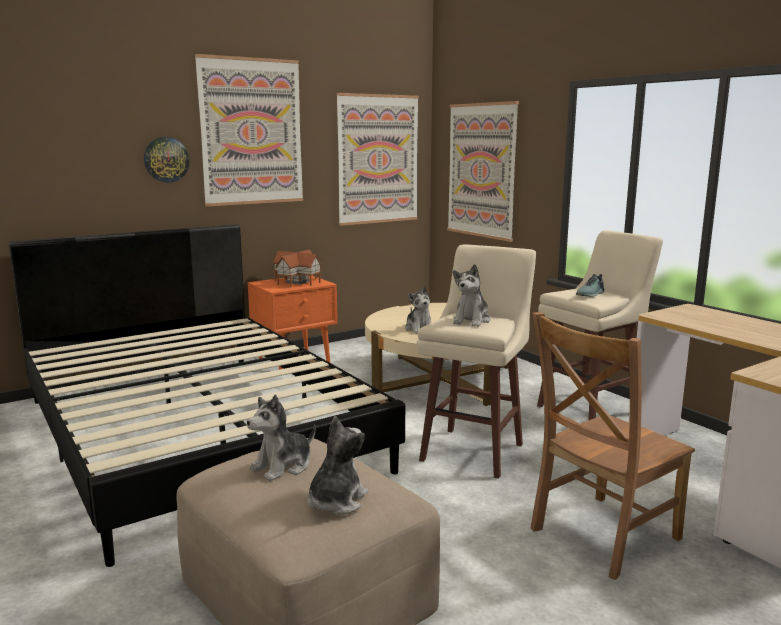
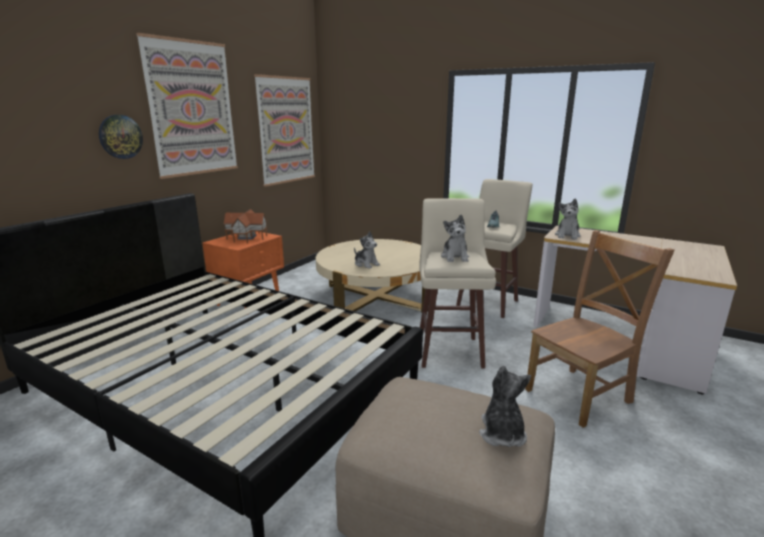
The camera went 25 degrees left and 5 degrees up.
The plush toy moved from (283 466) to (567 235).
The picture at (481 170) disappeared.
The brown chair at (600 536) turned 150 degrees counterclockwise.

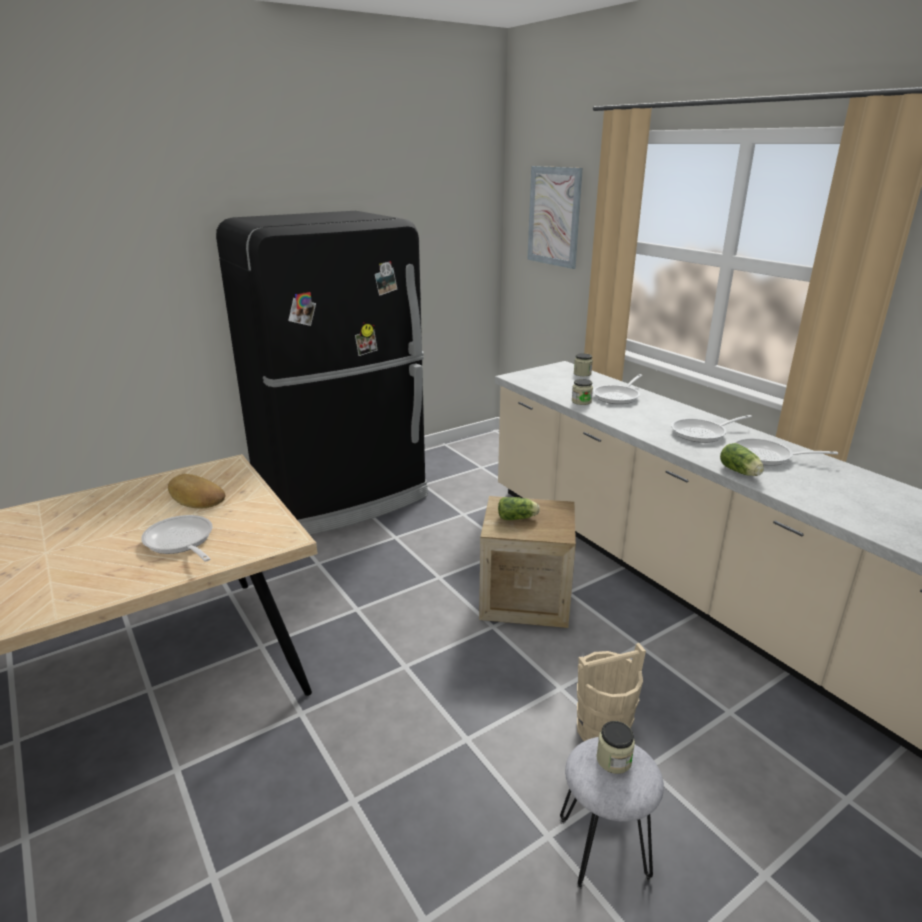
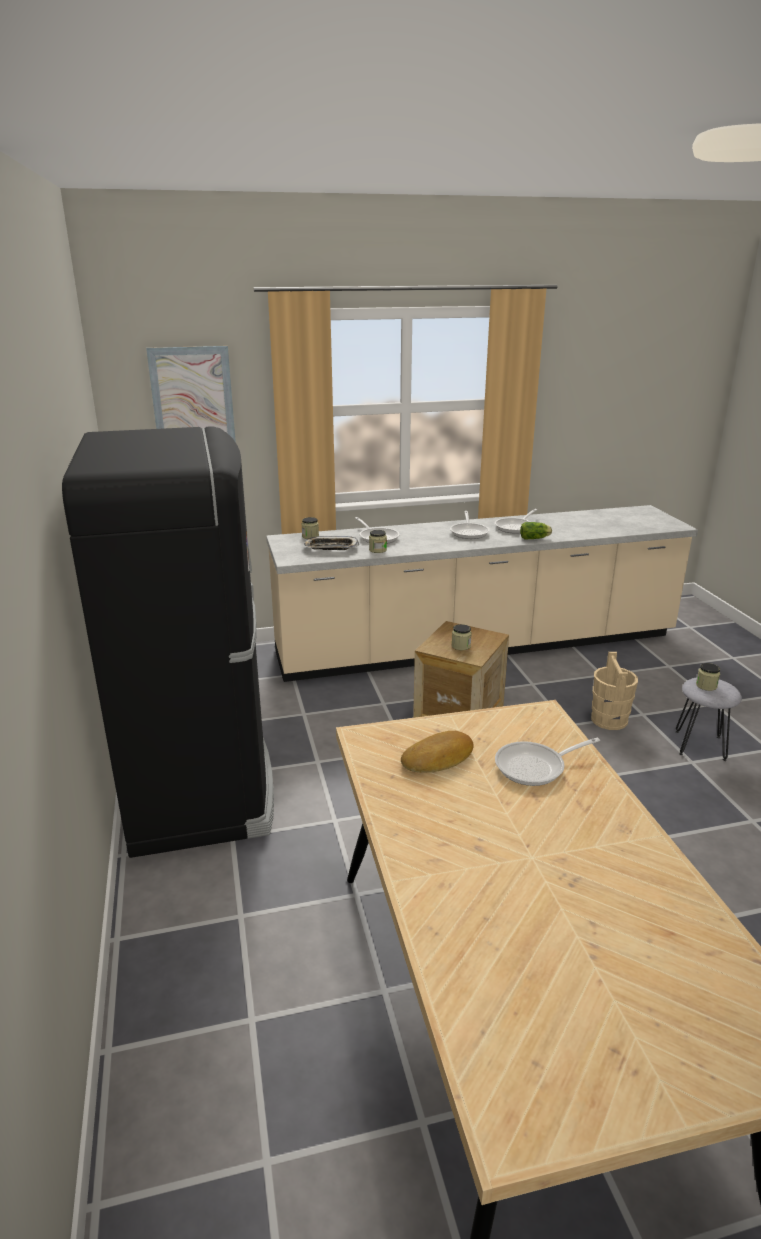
The camera went 70 degrees left and 0 degrees up.
The lettuce at (518 518) was replaced by the jar at (461 646).
The tray at (331 547) appeared.

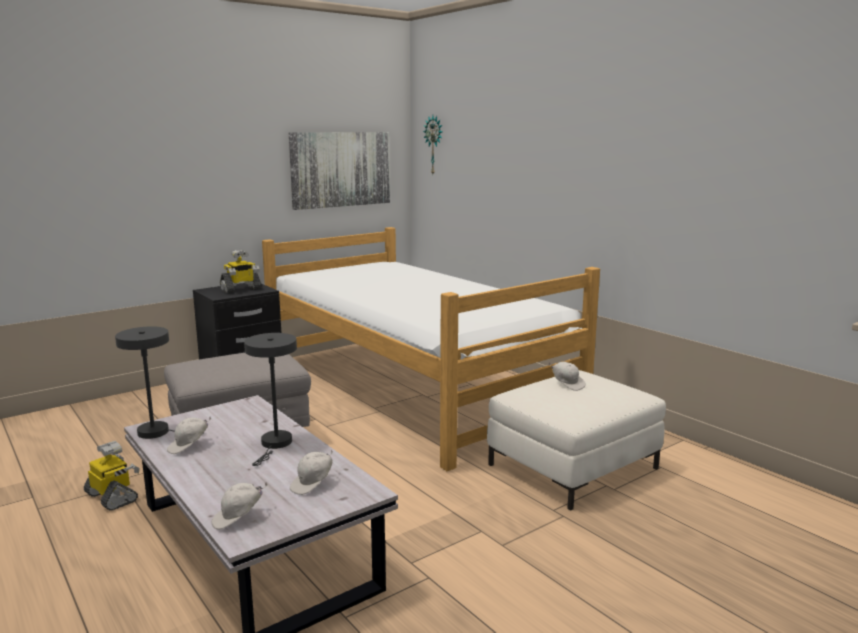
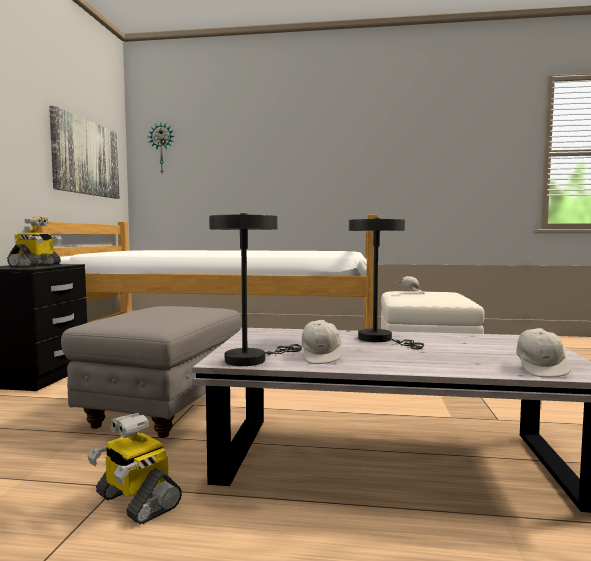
The camera went 45 degrees left and 10 degrees down.
The toy robot at (112 497) turned 135 degrees counterclockwise.
The white cap at (313 484) disappeared.

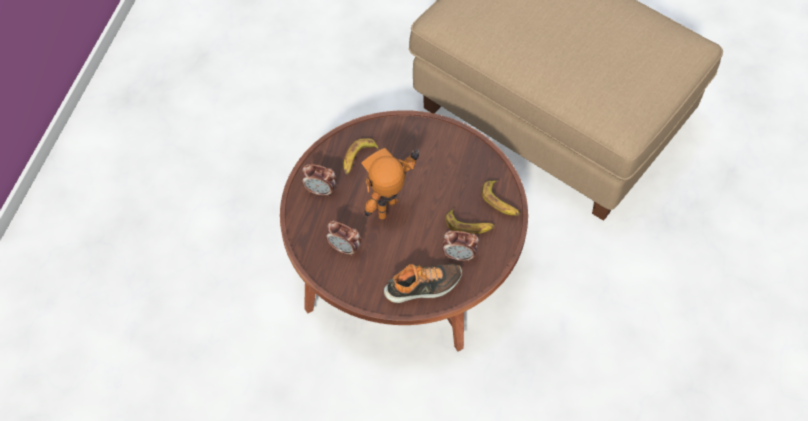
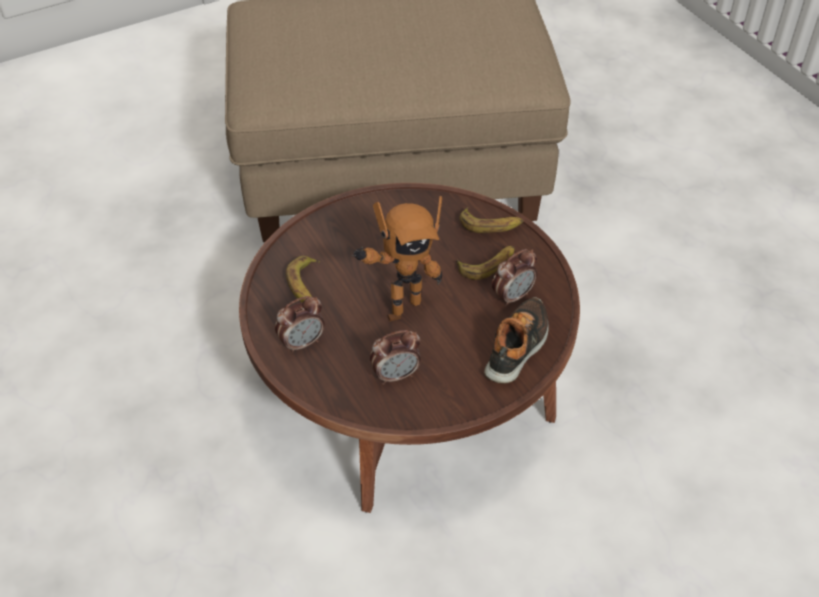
The camera went 45 degrees left and 10 degrees down.
The toy robot at (392 211) turned 120 degrees counterclockwise.

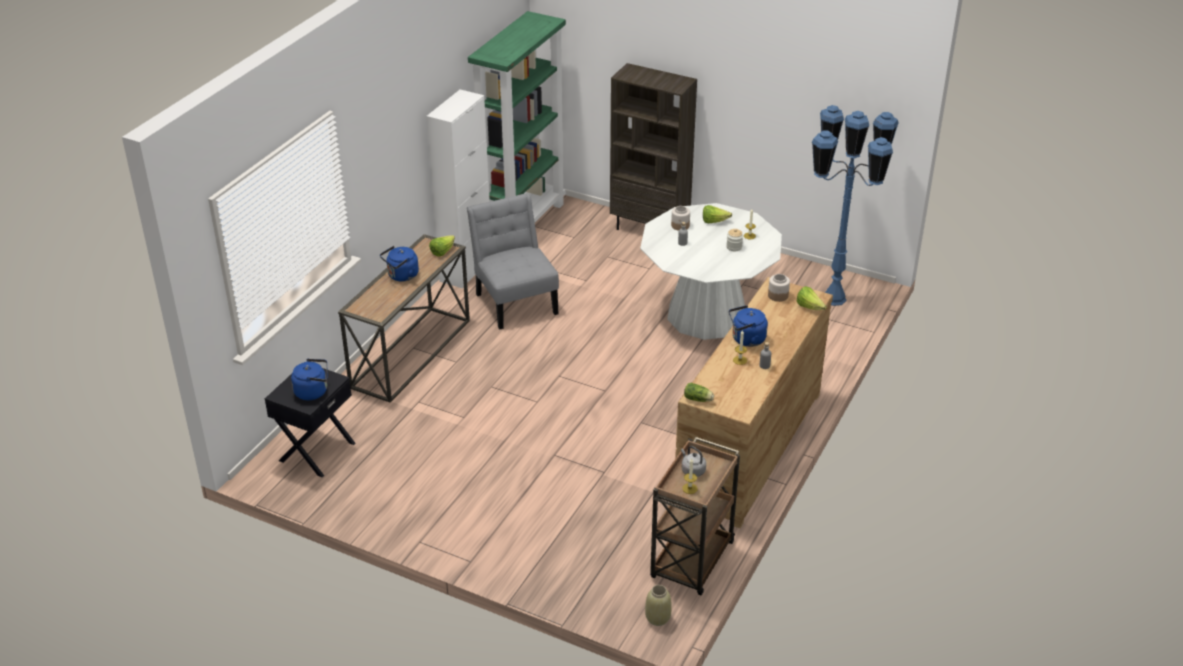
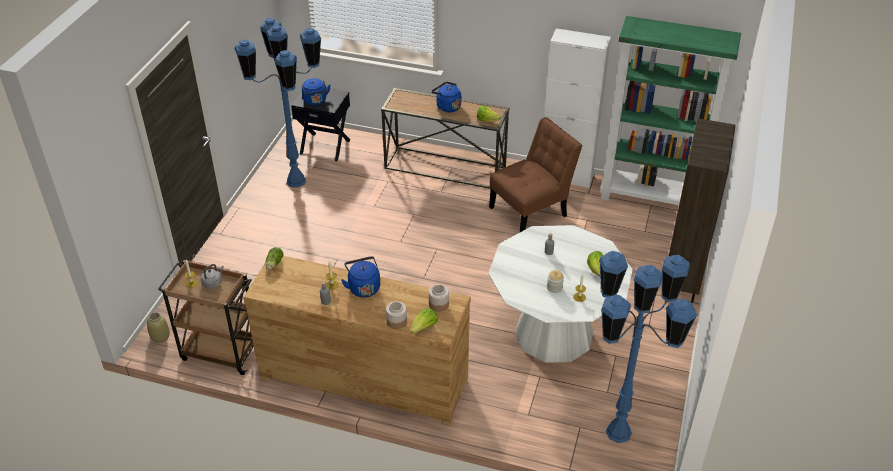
The camera went 80 degrees right and 5 degrees up.
The grey chair at (515 301) became the brown chair at (531 210).
The jar moved from (680 226) to (396 322).
The blue floor lamp at (296 181) appeared.

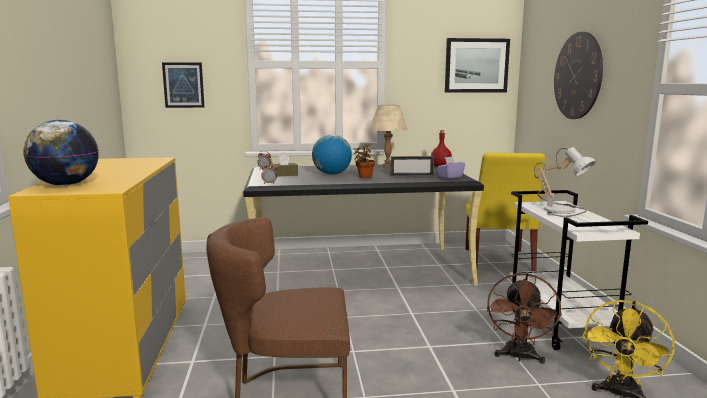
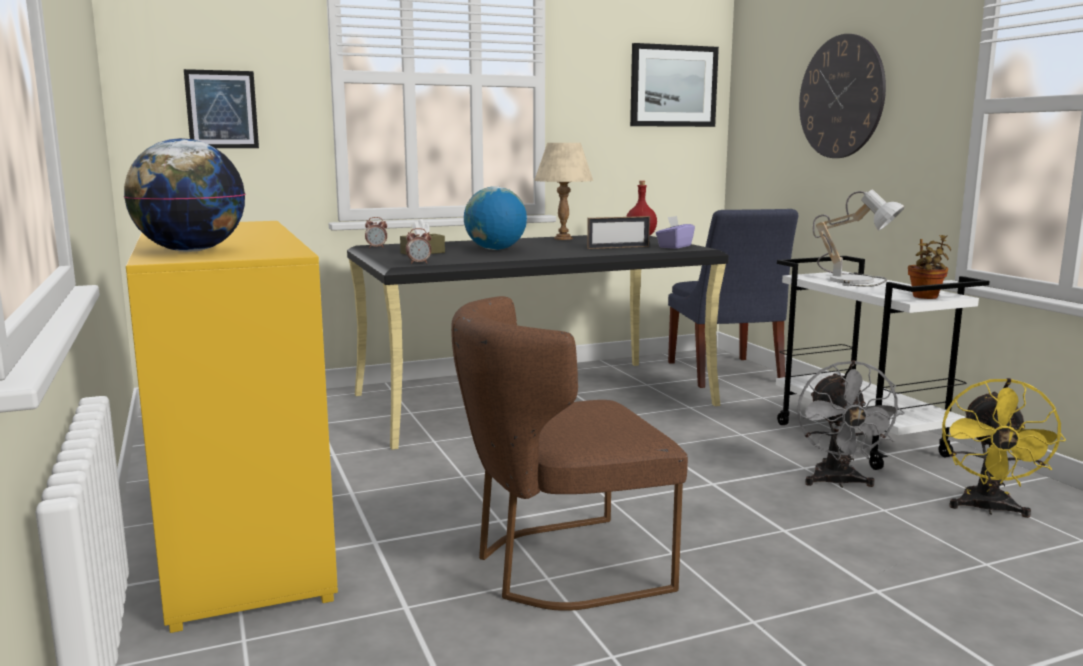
The camera went 15 degrees left and 0 degrees up.
The potted plant moved from (364 177) to (925 297).
The yellow chair at (498 261) became the blue chair at (725 374).
The brown fan at (519 357) became the grey fan at (838 483).

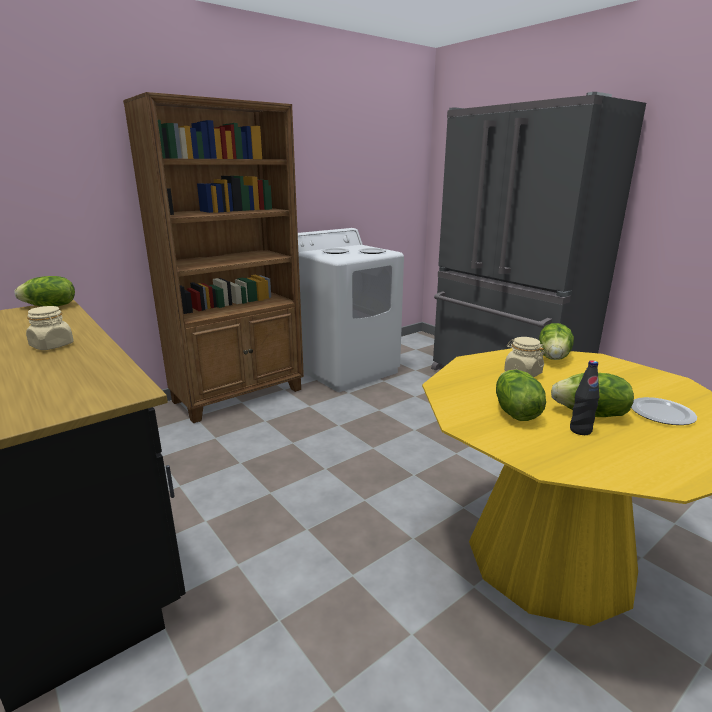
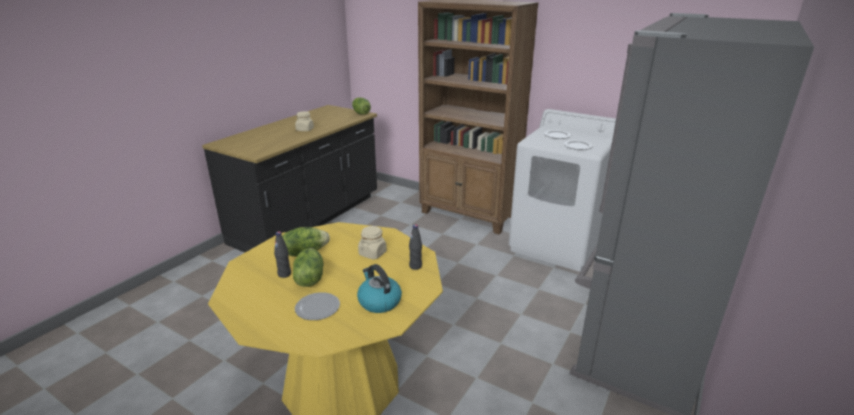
The camera went 70 degrees right and 5 degrees up.
The lettuce at (554 357) was replaced by the black bottle at (415 266).
The kettle at (379 301) appeared.

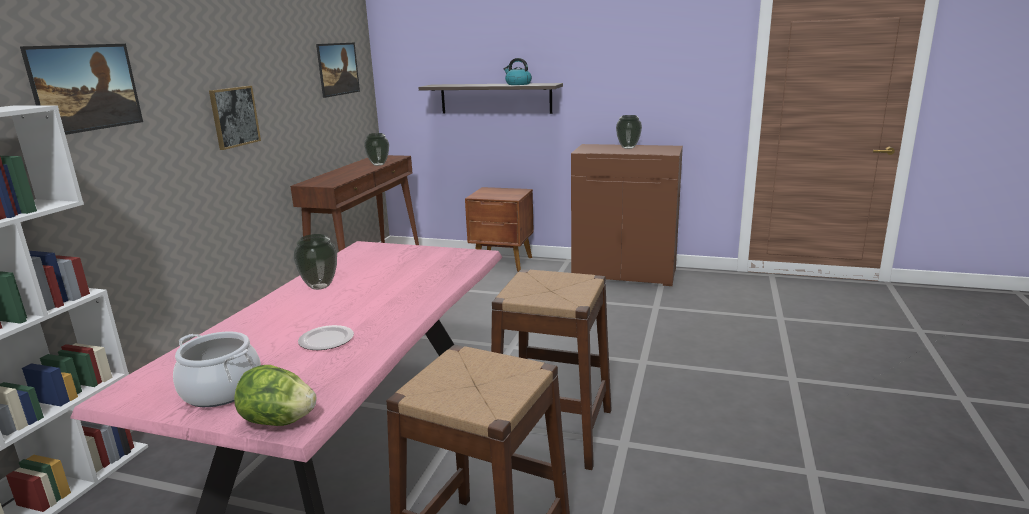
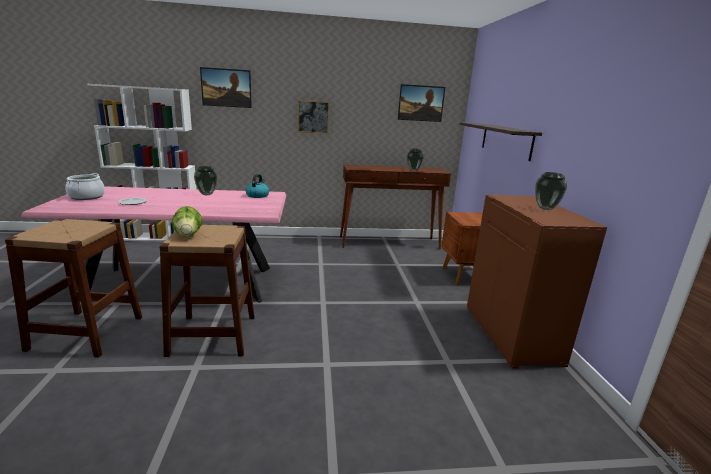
The camera went 65 degrees right and 0 degrees up.
The lettuce moved from (278 421) to (188 235).
The kettle moved from (518 84) to (257 195).

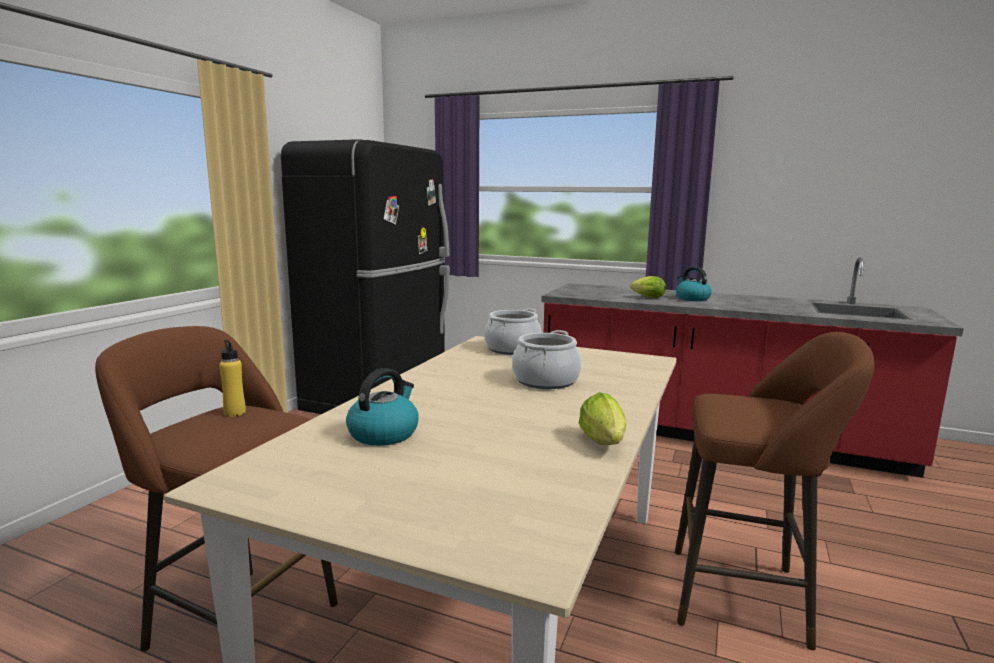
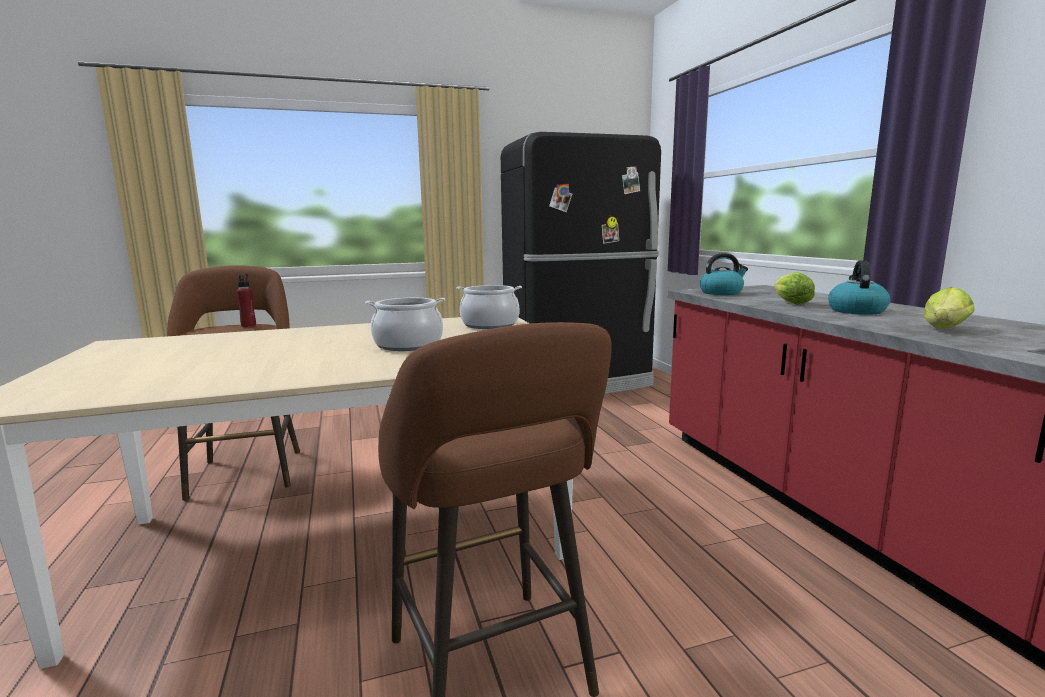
The camera went 50 degrees right and 0 degrees up.
The yellow bottle at (235 413) became the red bottle at (248 325).
The kettle moved from (384 433) to (721 293).
The lettuce moved from (604 444) to (943 330).

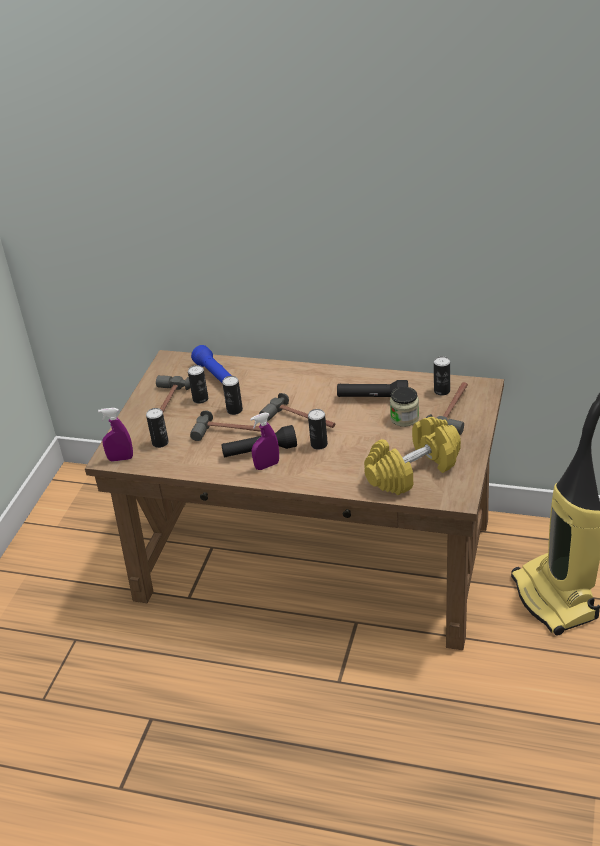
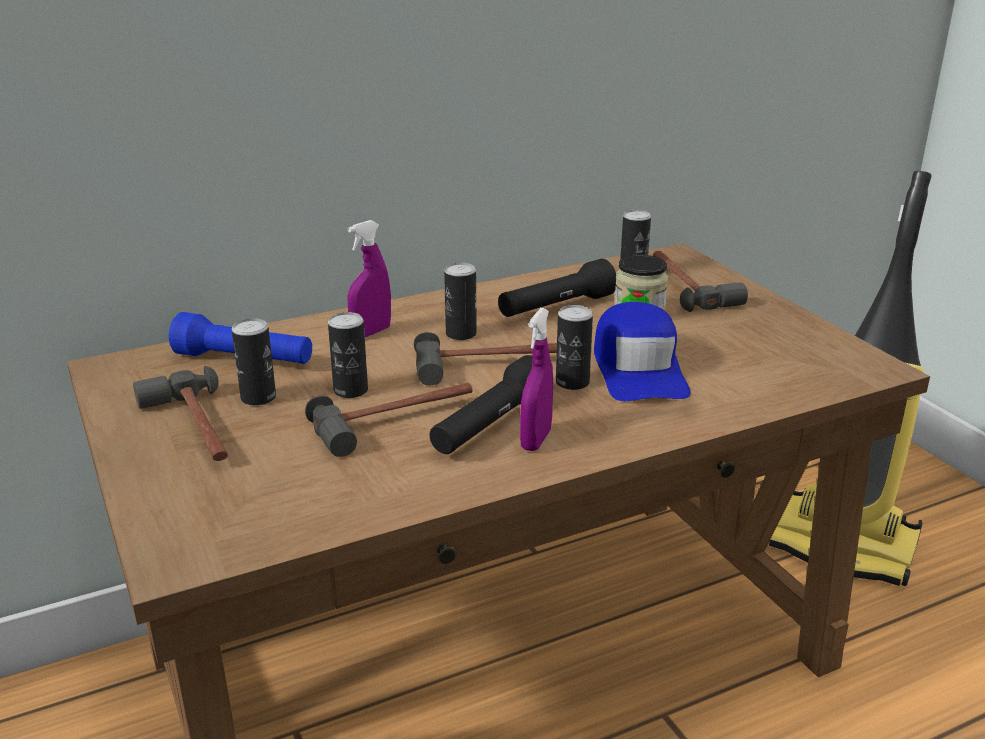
The camera went 45 degrees left and 10 degrees down.
The purple spray bottle moved from (120 459) to (371 332).
The can moved from (160 442) to (461 334).
The yellow dumbbell at (413 470) disappeared.
The blue cap at (639 368) appeared.

